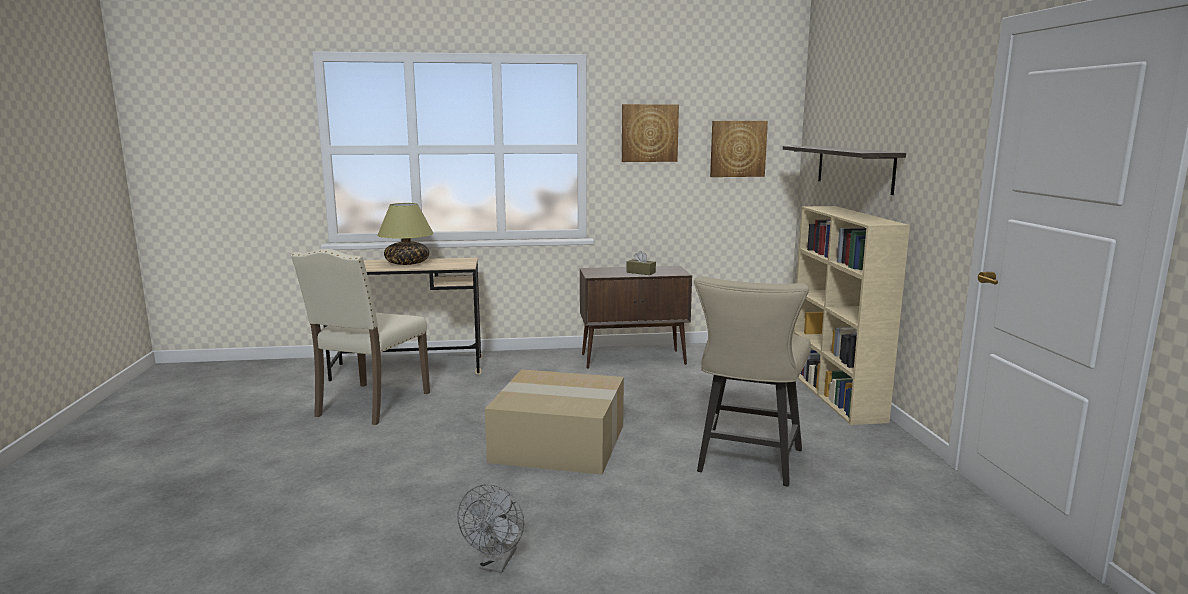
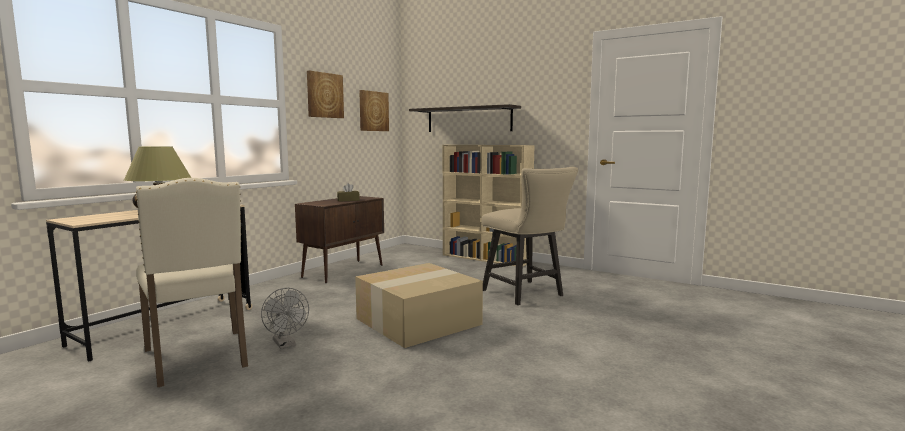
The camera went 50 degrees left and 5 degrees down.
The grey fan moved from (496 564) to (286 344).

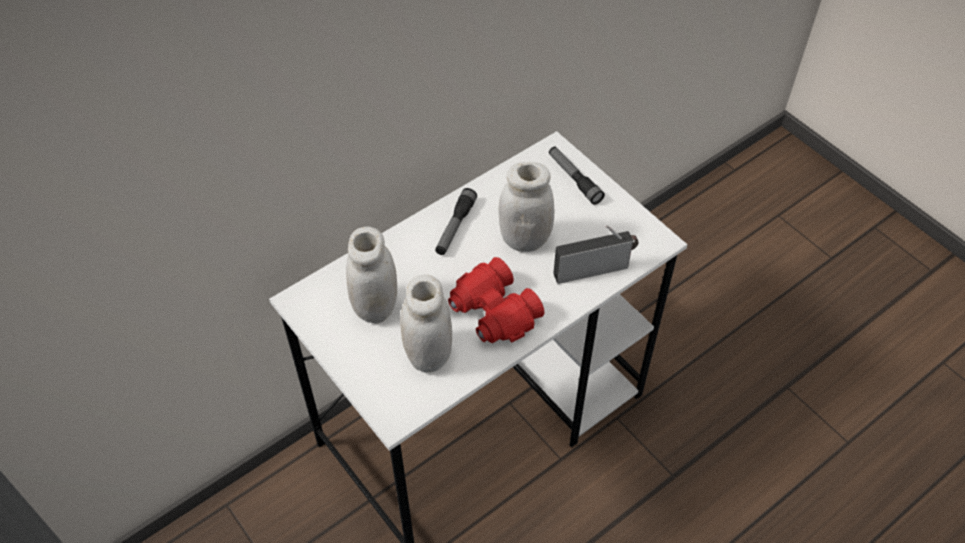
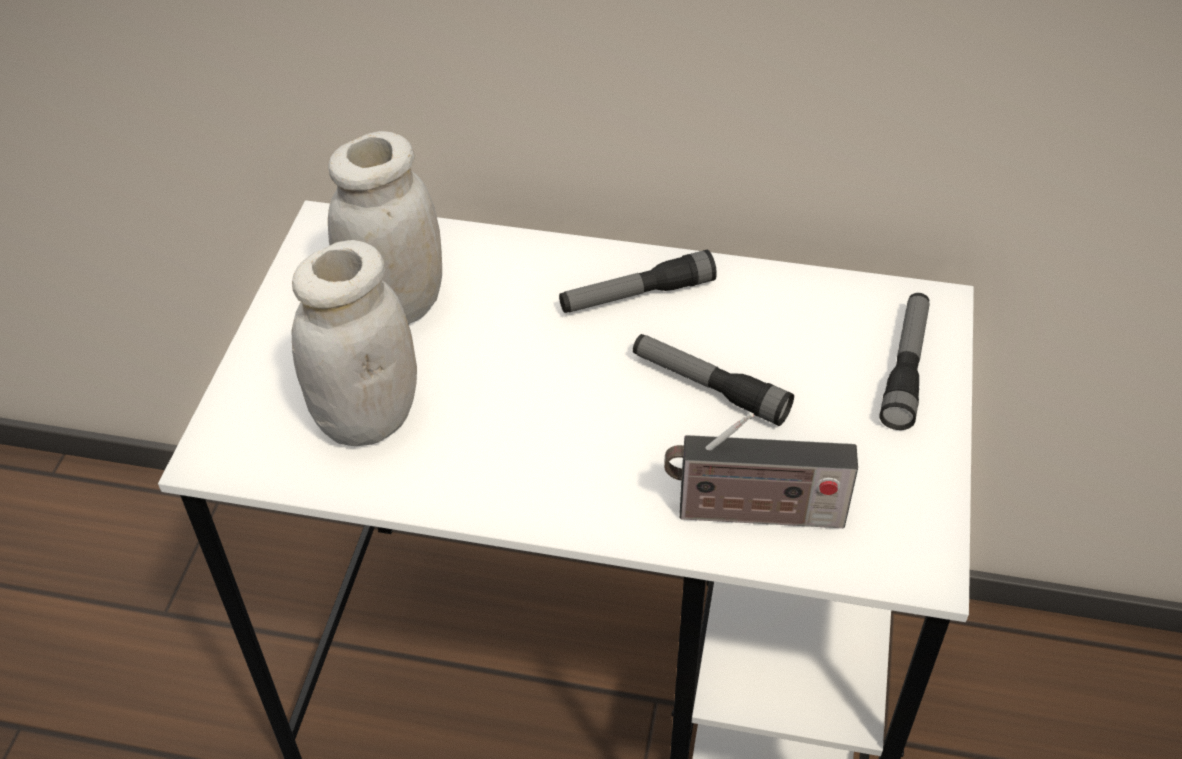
The camera went 50 degrees right and 5 degrees down.
The red binoculars at (493 313) disappeared.
The white jar at (525 239) was replaced by the flashlight at (709 387).
The radio at (594 269) turned 150 degrees clockwise.

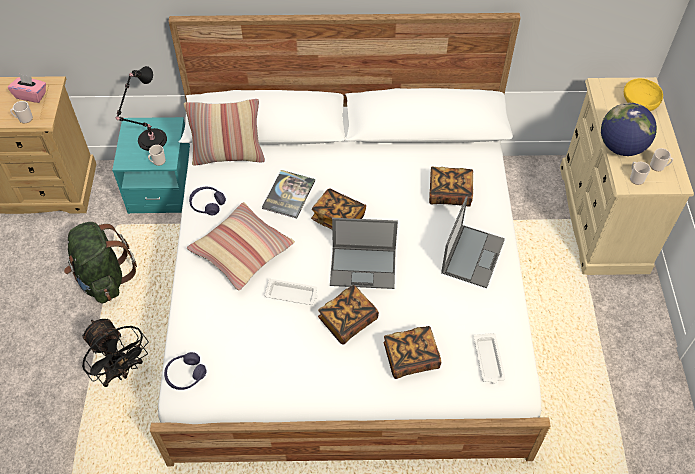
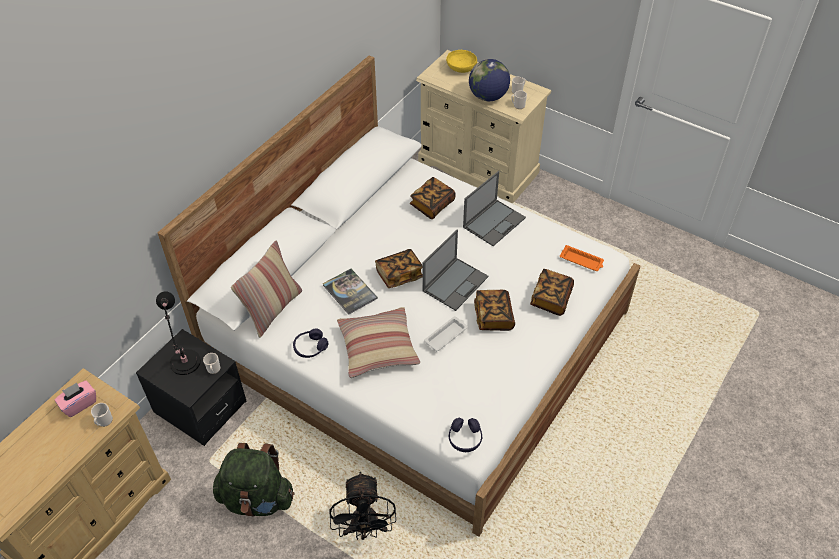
The camera went 55 degrees left and 5 degrees down.
The black fan at (121 371) turned 90 degrees clockwise.
The turquoise nightstand at (161 188) became the black nightstand at (200 407).
The laptop at (473 255) turned 75 degrees clockwise.
The white tray at (488 360) became the orange tray at (582 261).

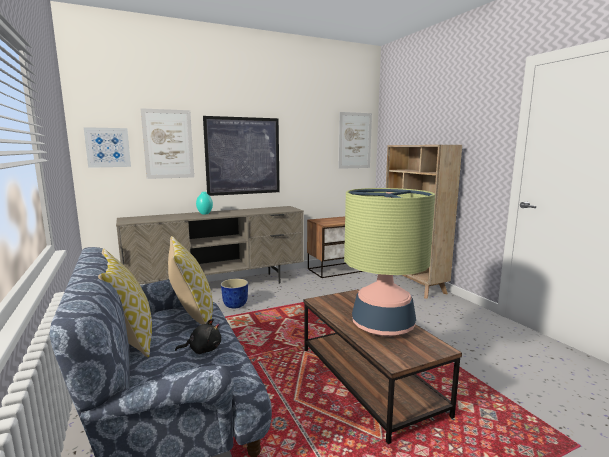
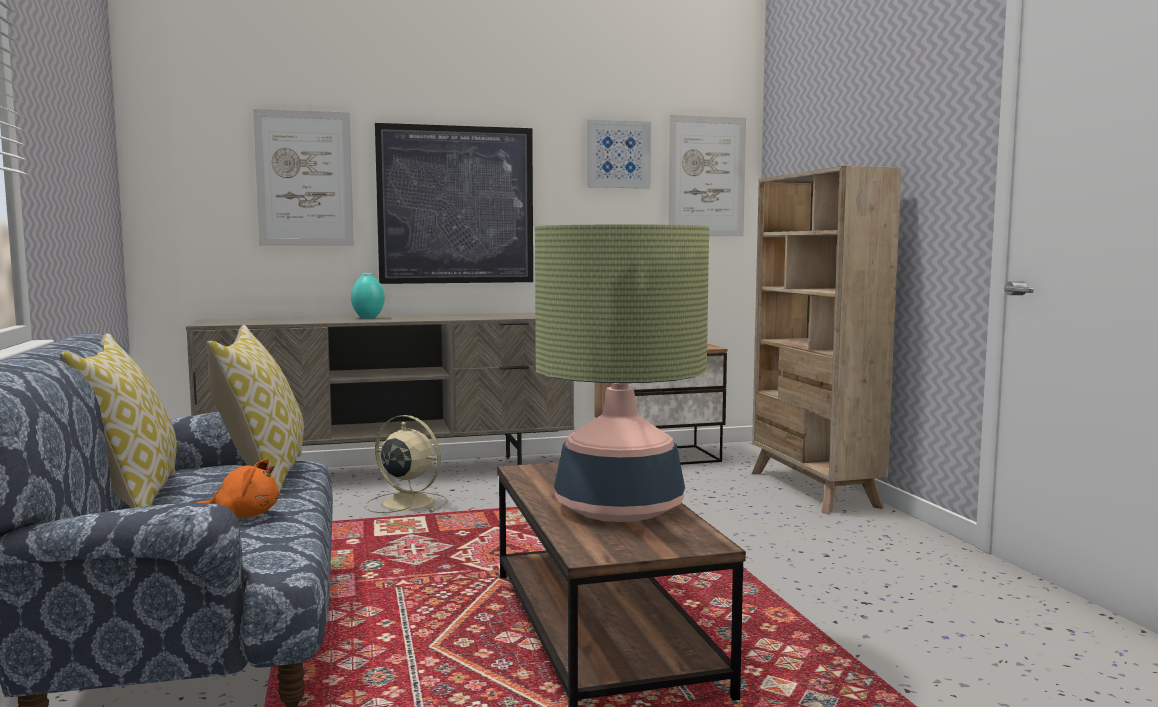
The camera went 10 degrees right and 5 degrees down.
The picture moved from (108 147) to (618 154).
The black plush toy at (203 349) became the orange plush toy at (243 515).
The planter at (235 305) was replaced by the beige fan at (406 503).

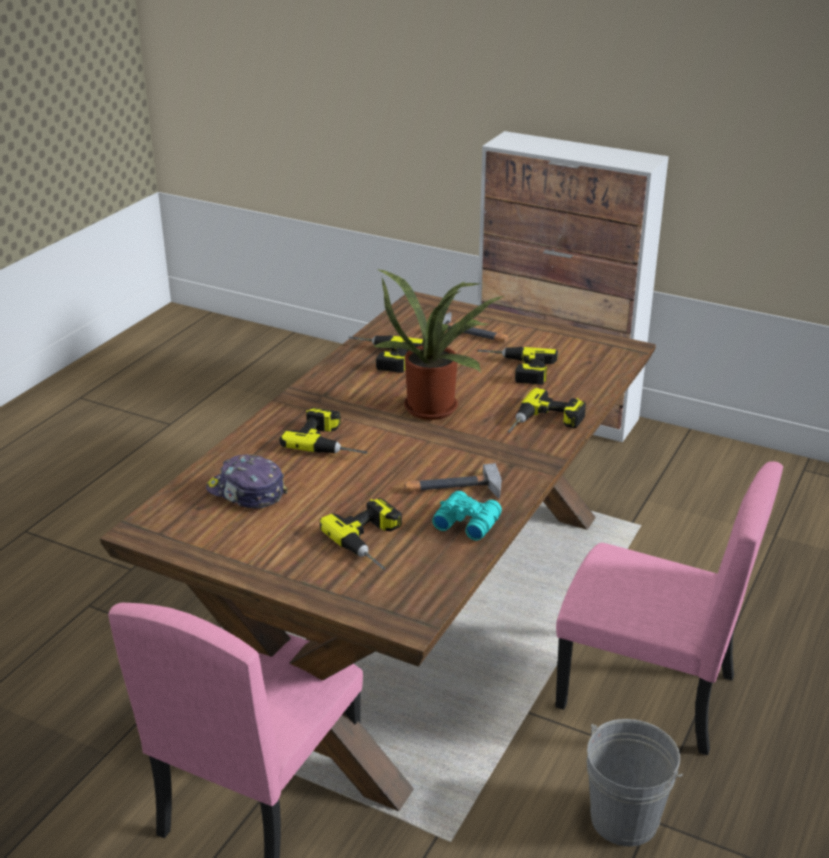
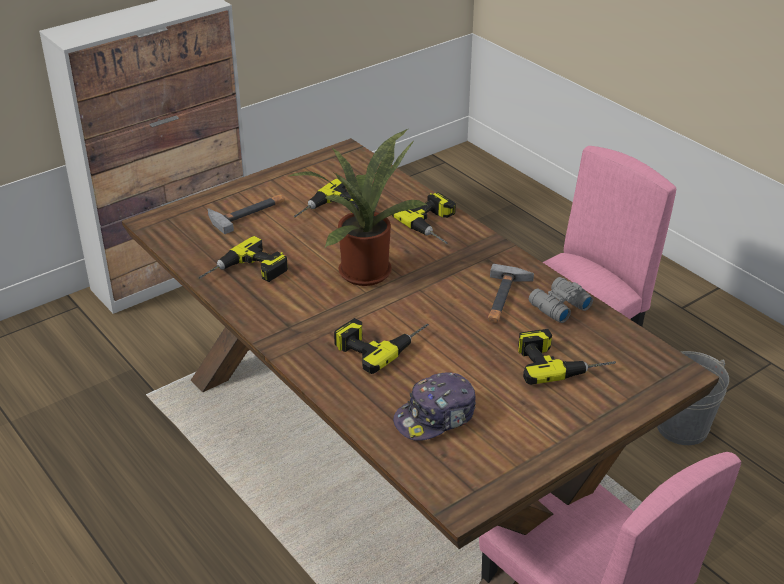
The camera went 65 degrees left and 5 degrees up.
The turquoise binoculars at (466 522) became the grey binoculars at (558 306).

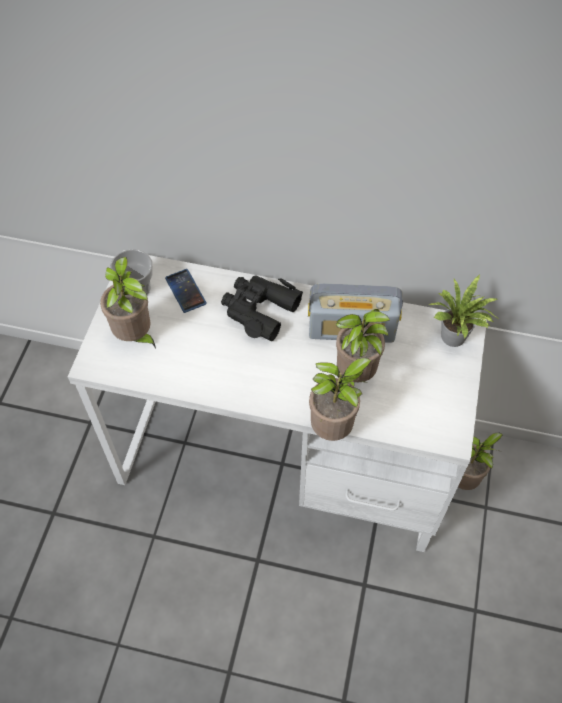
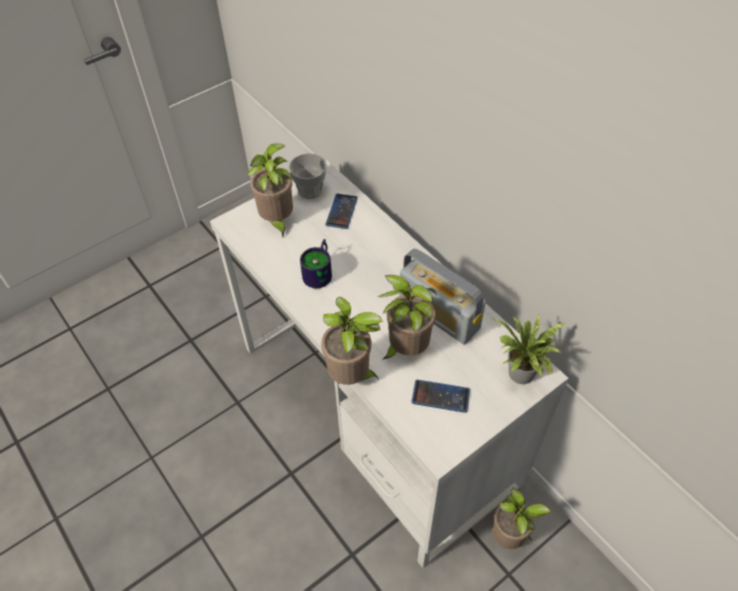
The camera went 40 degrees right and 5 degrees down.
The black binoculars at (259 310) disappeared.
The mug at (321 272) appeared.
The phone at (440 396) appeared.

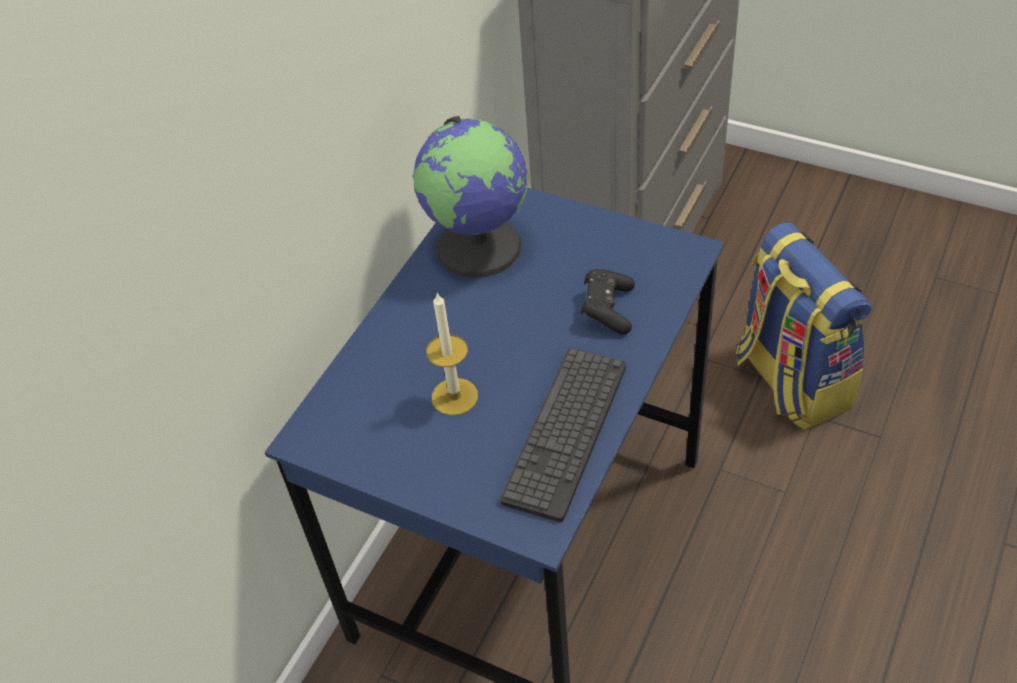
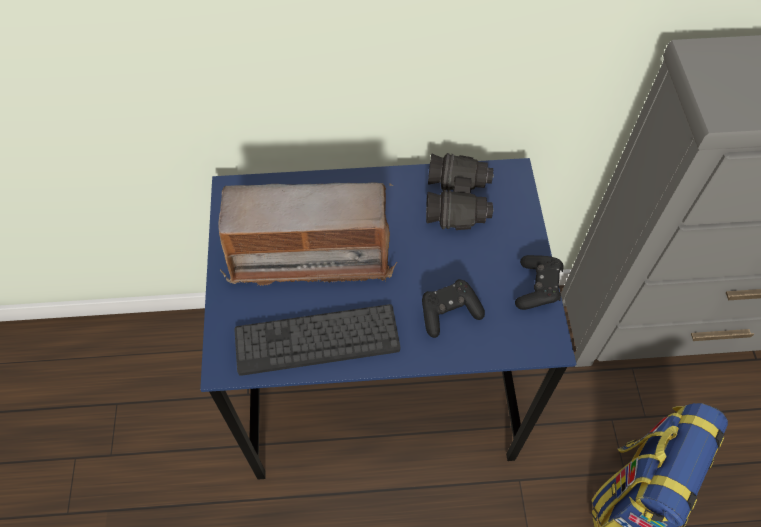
The camera went 55 degrees right and 10 degrees up.
The globe at (480 246) was replaced by the black binoculars at (458 200).
The candle at (454 397) was replaced by the radio at (311 256).
The black game controller at (537 287) appeared.

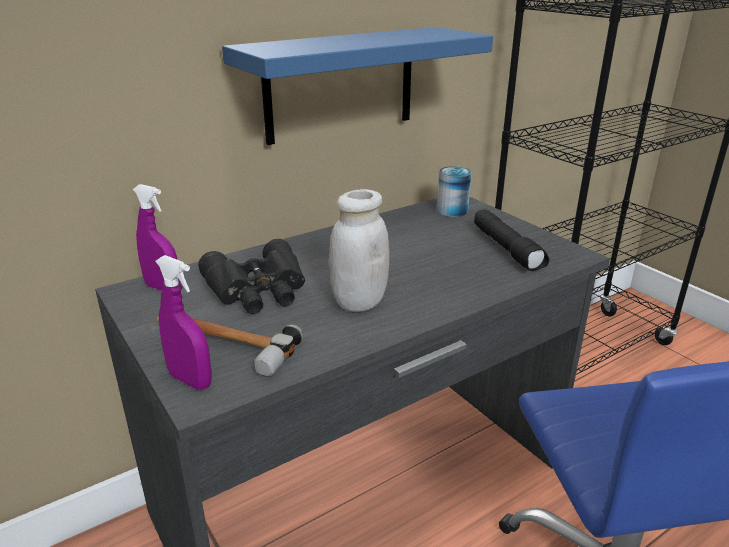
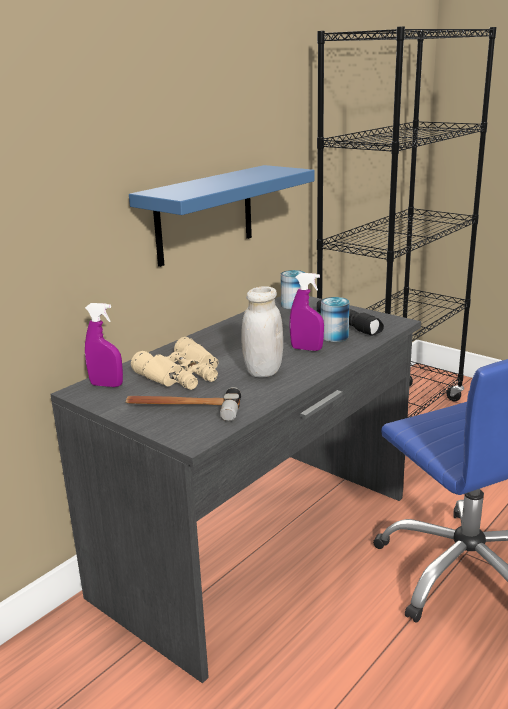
The camera went 15 degrees left and 5 degrees down.
The purple spray bottle moved from (190 380) to (306 349).
The black binoculars at (258 290) became the beige binoculars at (182 375).
The can at (334 336) appeared.

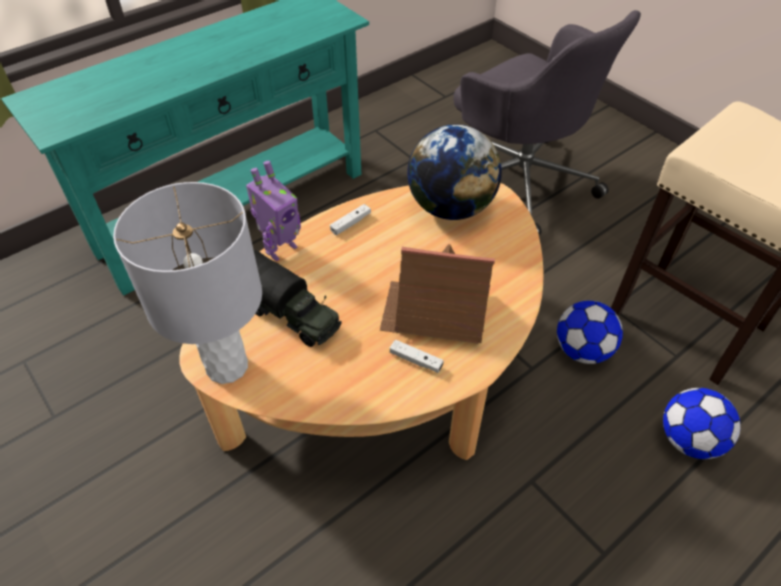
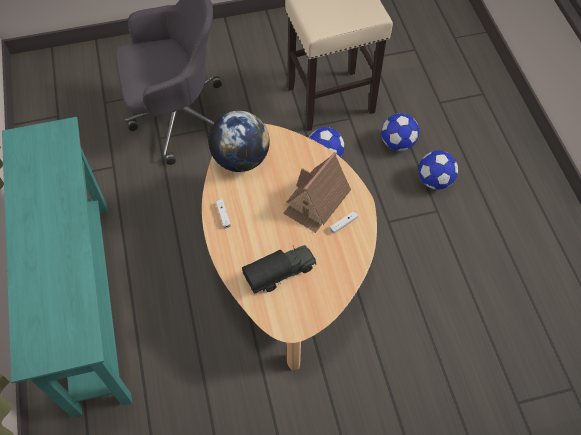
The camera went 65 degrees left and 10 degrees up.
The grey table lamp at (227 366) disappeared.
The toy robot at (280 248) disappeared.
The football at (434 180) appeared.

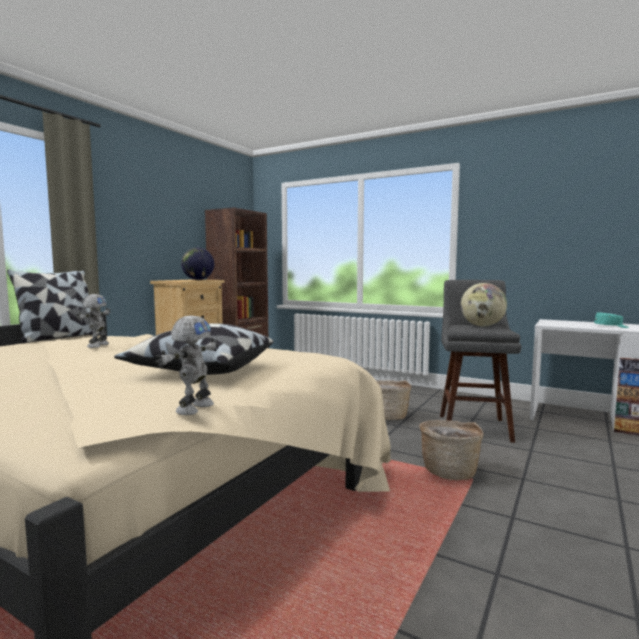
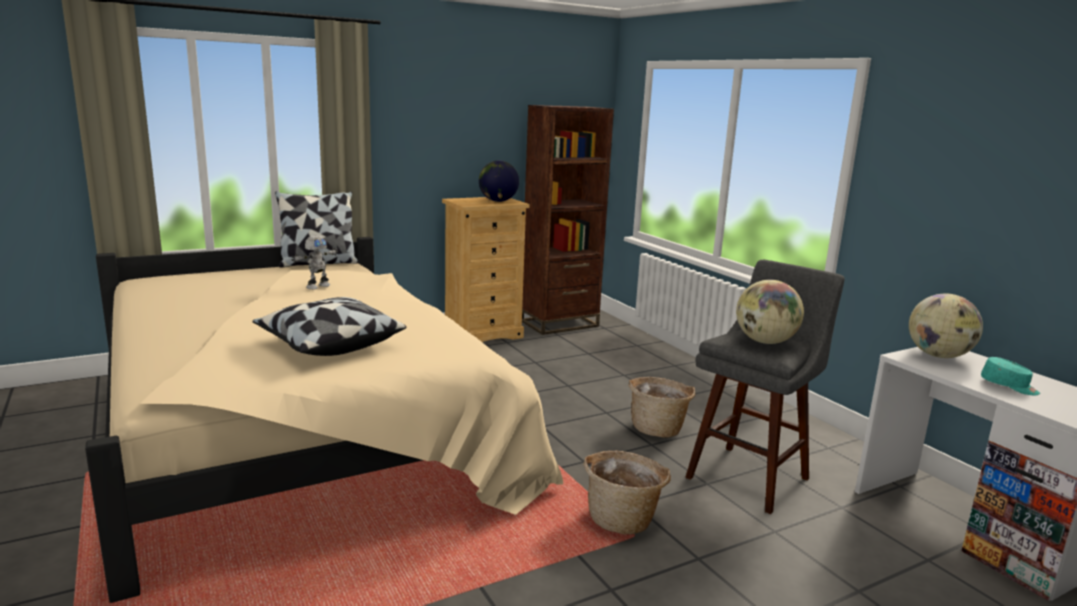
The camera went 30 degrees right and 10 degrees up.
The toy robot at (193 408) disappeared.
The globe at (938 356) appeared.

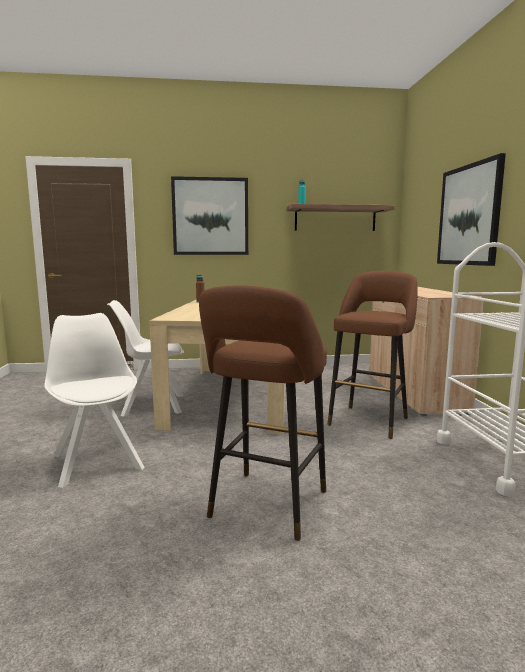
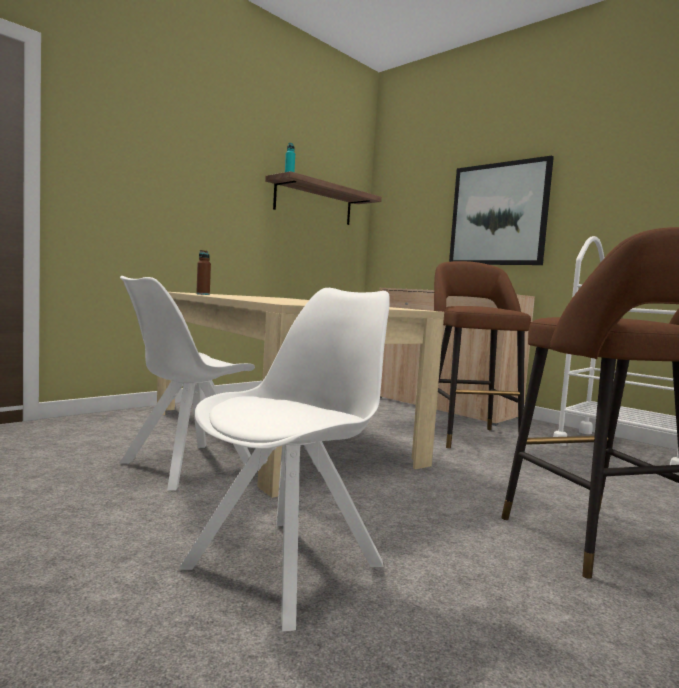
The camera went 40 degrees left and 5 degrees down.
The white chair at (97 460) turned 105 degrees clockwise.
The picture at (210 216) disappeared.

